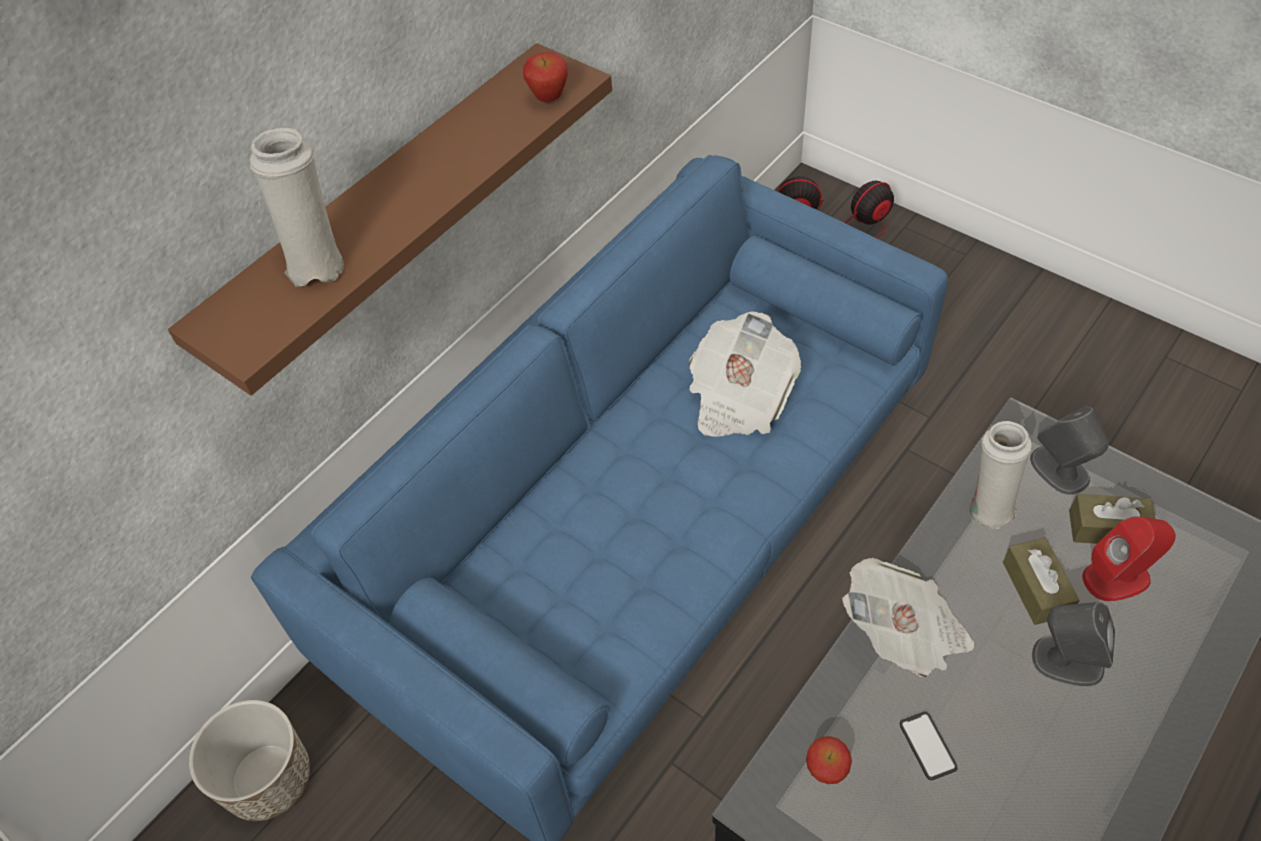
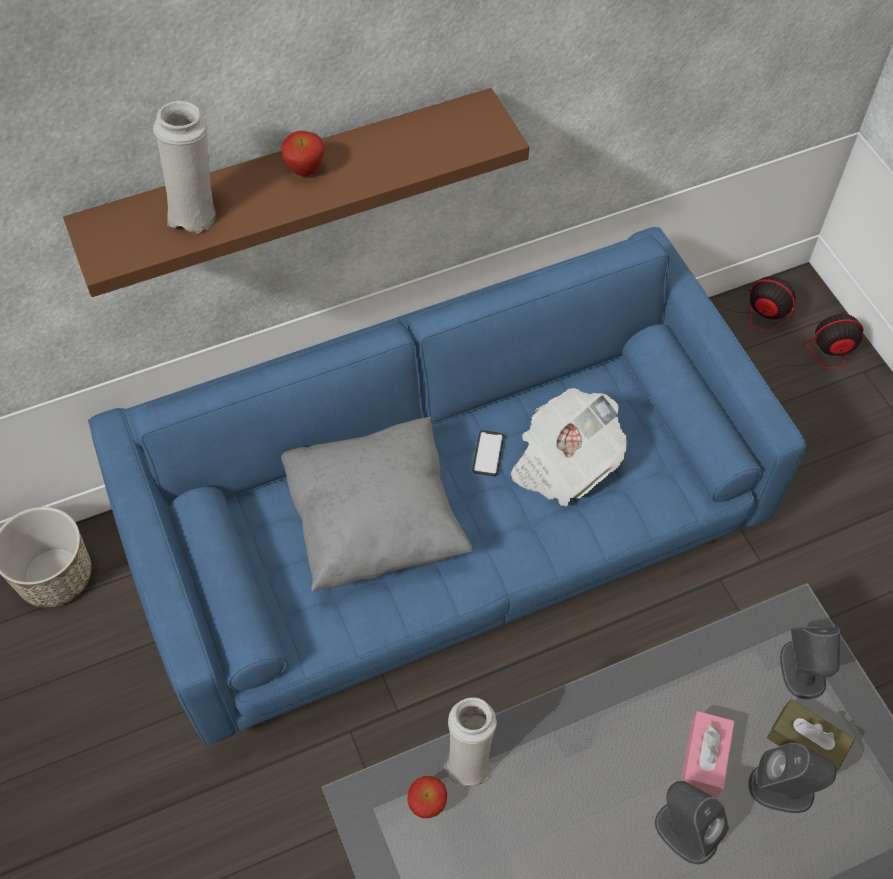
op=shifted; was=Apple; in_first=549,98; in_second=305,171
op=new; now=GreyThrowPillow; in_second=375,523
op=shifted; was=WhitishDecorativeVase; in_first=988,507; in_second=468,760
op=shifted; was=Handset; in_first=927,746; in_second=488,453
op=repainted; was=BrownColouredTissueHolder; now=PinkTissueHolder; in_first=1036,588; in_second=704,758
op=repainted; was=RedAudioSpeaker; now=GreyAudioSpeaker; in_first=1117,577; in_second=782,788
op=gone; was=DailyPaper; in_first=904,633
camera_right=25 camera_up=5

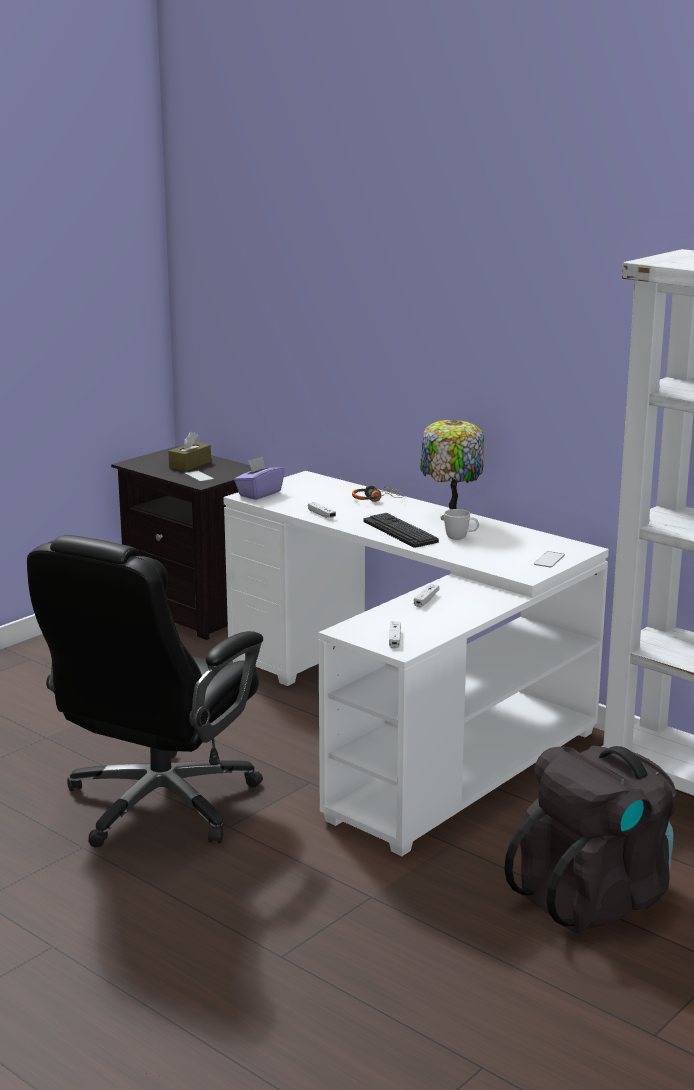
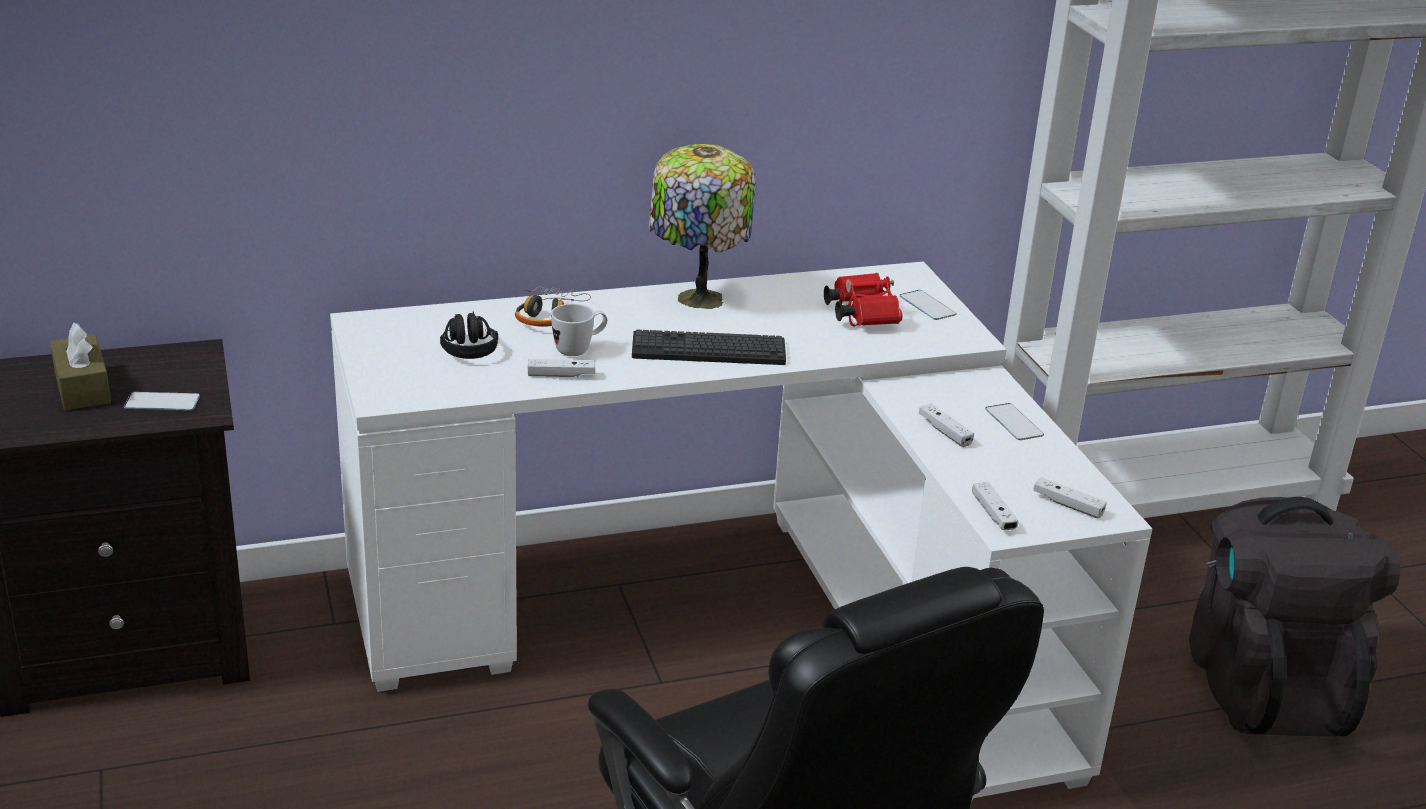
op=new; now=BlackishHeadphones; in_second=467,345
op=shifted; was=WhitishTeaMug; in_first=461,538; in_second=579,350
op=new; now=RedBinoculars; in_second=860,314
op=new; now=WhitishGamepad; in_second=993,514
op=new; now=Handset; in_second=1014,422
op=gone; was=PurpleColouredTissueHolder; in_first=259,494
camera_right=-60 camera_up=10

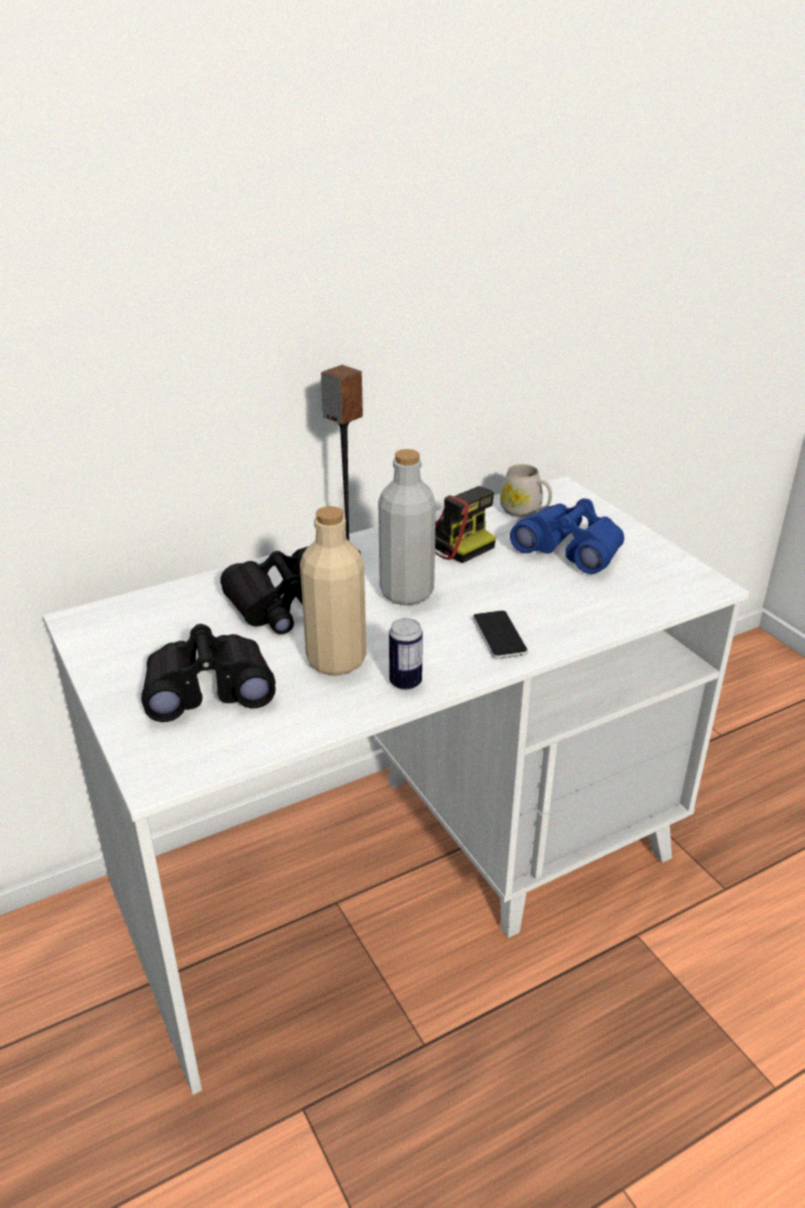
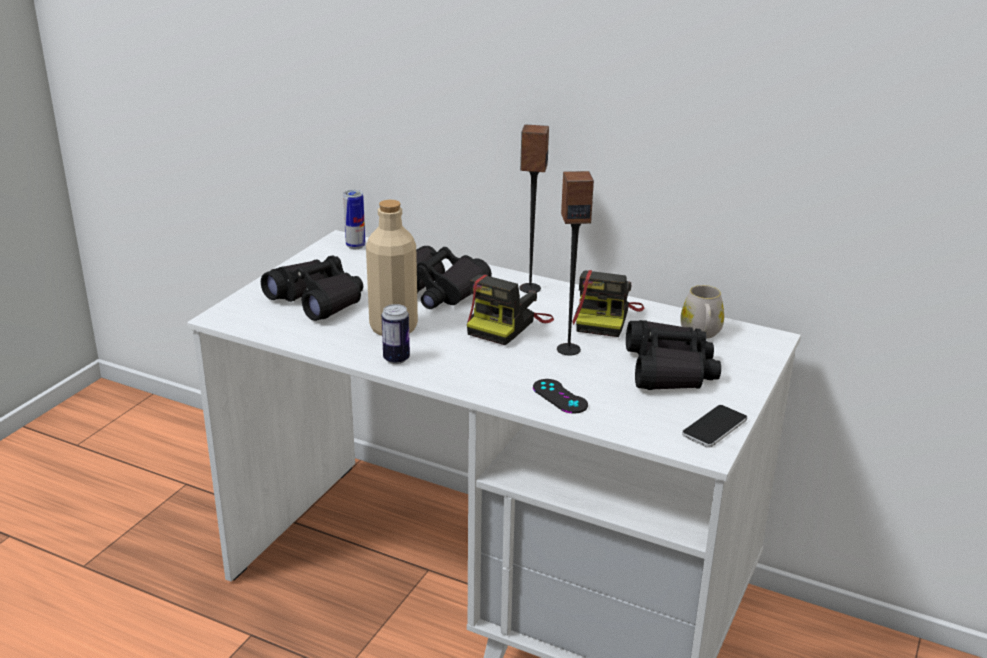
op=new; now=Can; in_second=355,246
op=swapped; was=GreyDrinkBottle; now=PhotoCamera; in_first=406,593; in_second=507,325
op=new; now=BlackishGamepad; in_second=560,396
op=new; now=AudioSpeaker; in_second=568,349
op=repainted; was=BluishBinoculars; now=BlackishBinoculars; in_first=570,549; in_second=669,369
op=shifted; was=Handset; in_first=499,636; in_second=714,427
camera_right=55 camera_up=-5

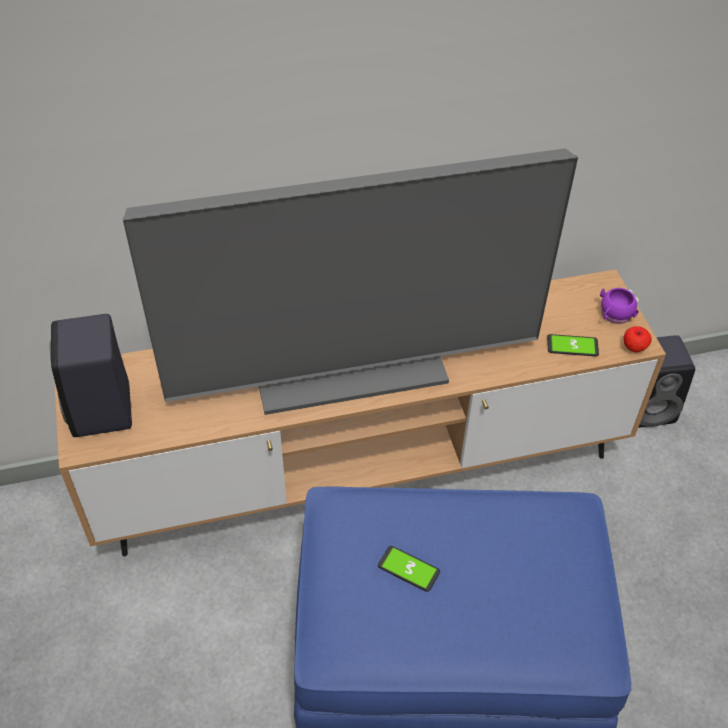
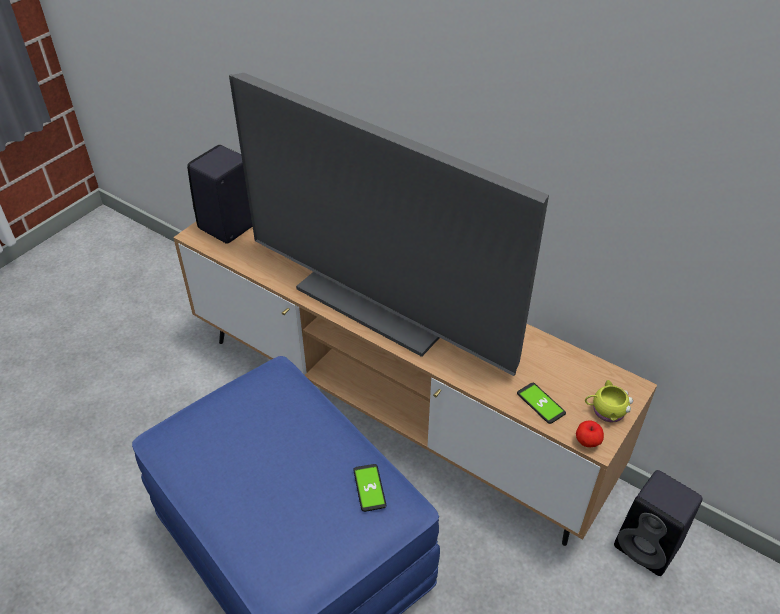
op=shifted; was=Handset; in_first=408,569; in_second=369,488
op=repainted; was=PurpleColouredTeaMug; now=YellowColouredTeaMug; in_first=614,315; in_second=605,410
camera_right=50 camera_up=-5

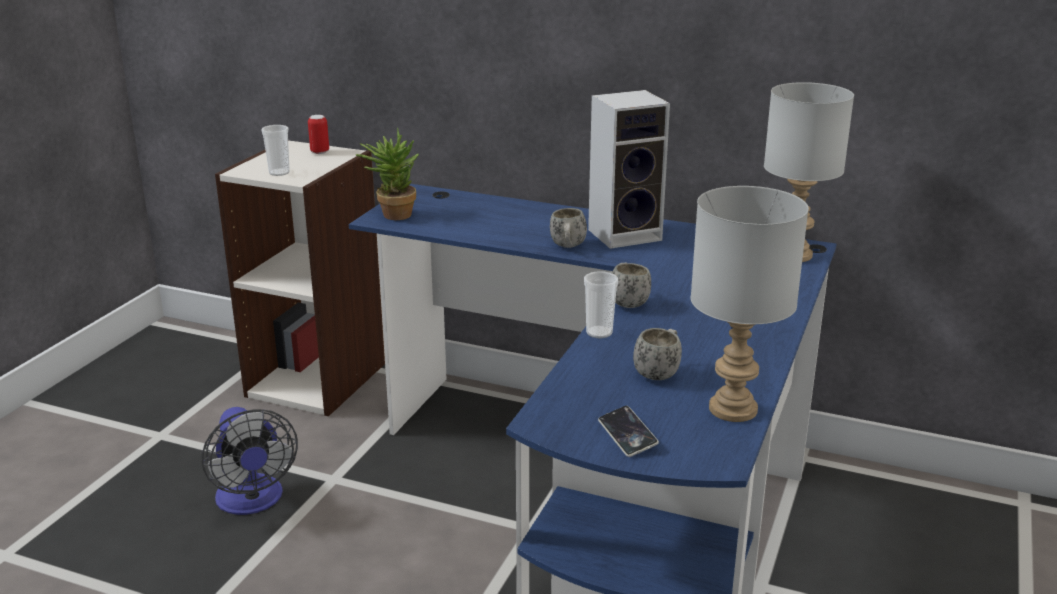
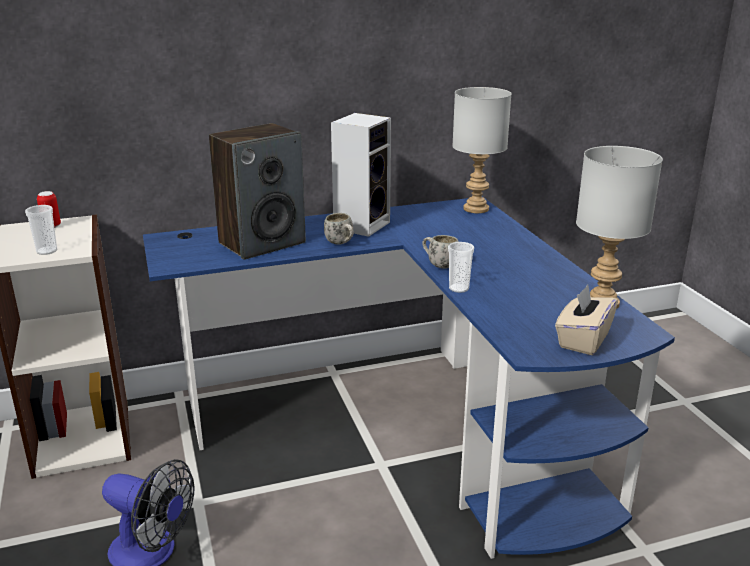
op=new; now=AudioSpeaker; in_second=262,243
op=swapped; was=Handset; now=SandColouredTissueHolder; in_first=627,435; in_second=583,340
op=gone; was=PottedPlant; in_first=392,214
op=gone; was=WhitishTeaMug; in_first=659,372
camera_right=-40 camera_up=0

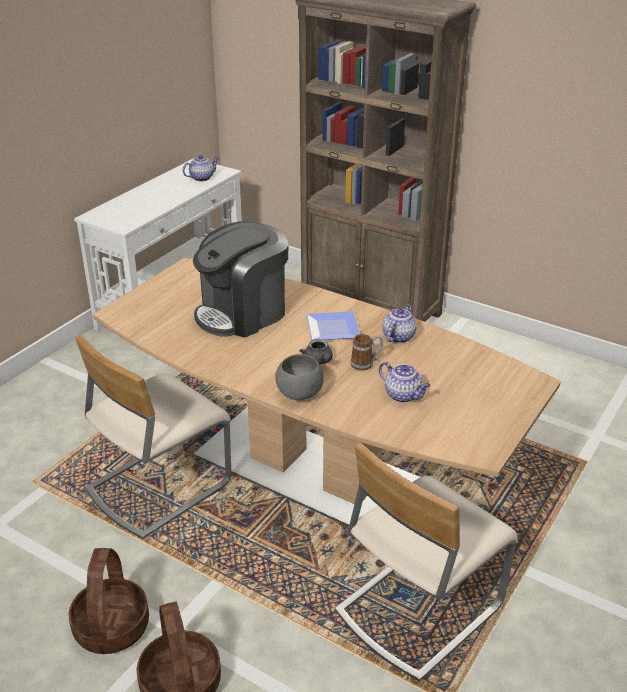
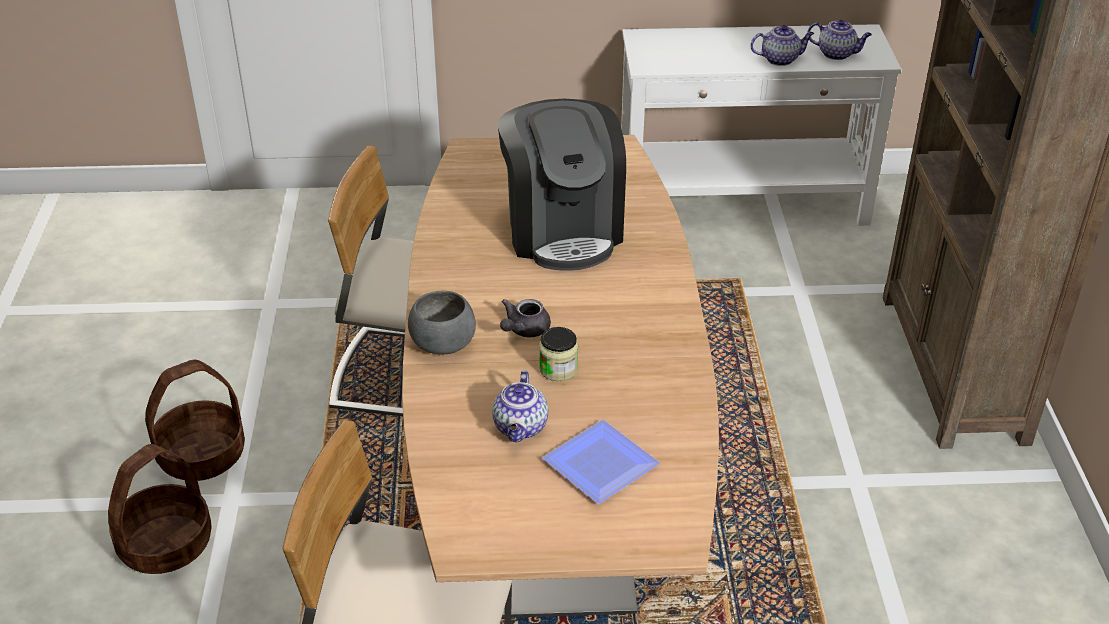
op=rotated; was=CoffeeMachine; in_first=242,313; in_second=563,230; clockwise=-120
op=swapped; was=TeaMug; now=PreserveJar; in_first=366,363; in_second=558,369
op=shifted; was=FlatDish; in_first=335,329; in_second=600,468
op=shifted; was=TeaPot; in_first=398,336; in_second=780,59
camera_right=55 camera_up=5

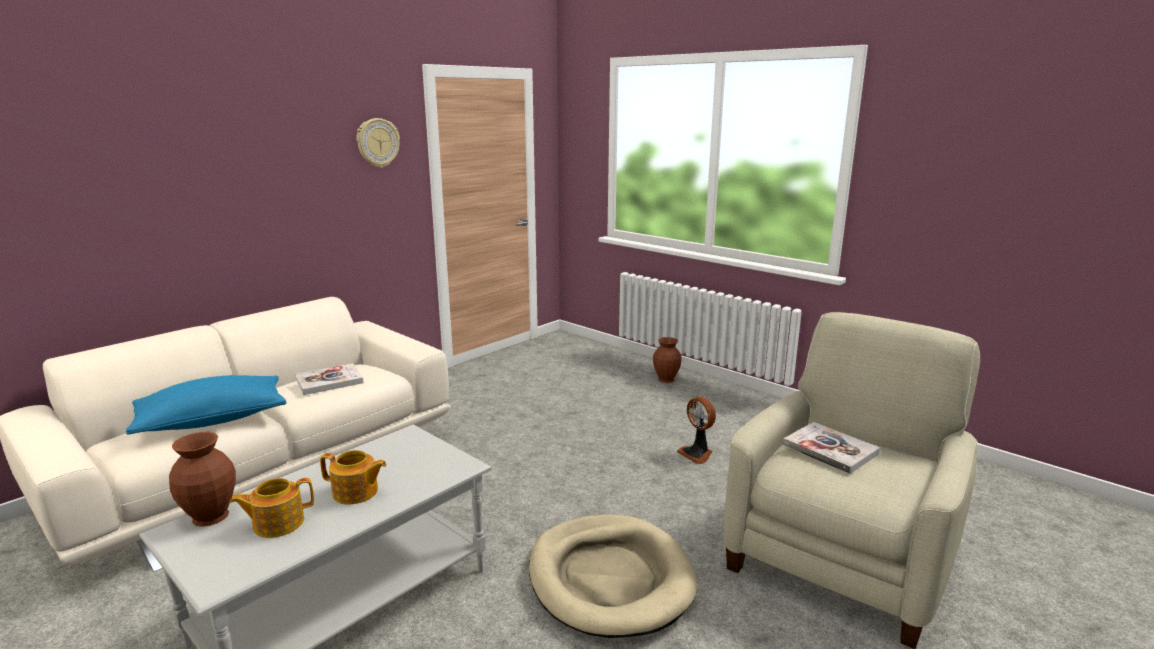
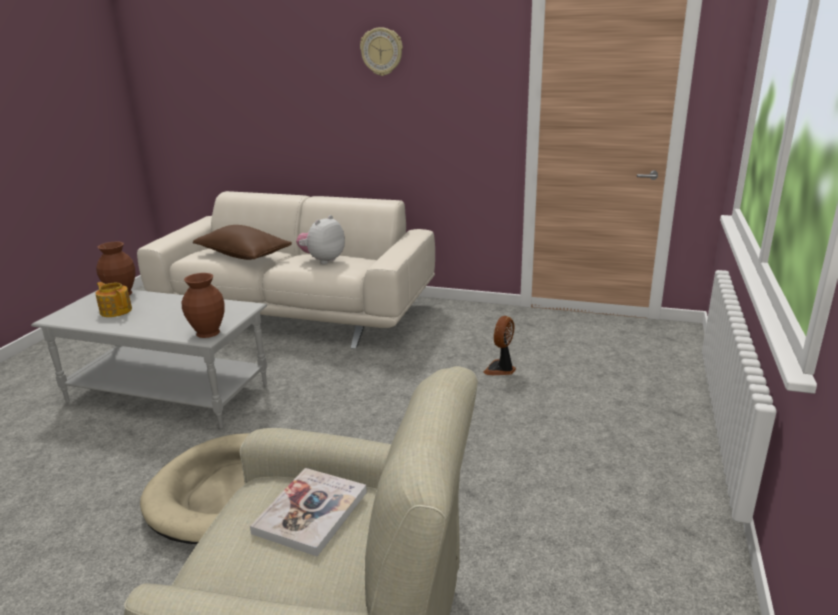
op=shifted; was=BrownColouredDecorativeVase; in_first=666,379; in_second=209,332
op=repainted; was=BluishThrowPillow; now=BrownColouredThrowPillow; in_first=213,420; in_second=243,256
op=swapped; was=Book; now=SoftToy; in_first=329,381; in_second=322,260
op=shifted; was=WallClock; in_first=377,143; in_second=382,51
op=shifted; was=ElectricFan; in_first=697,454; in_second=501,369
op=gone; was=TeaPot; in_first=356,492
camera_right=65 camera_up=5

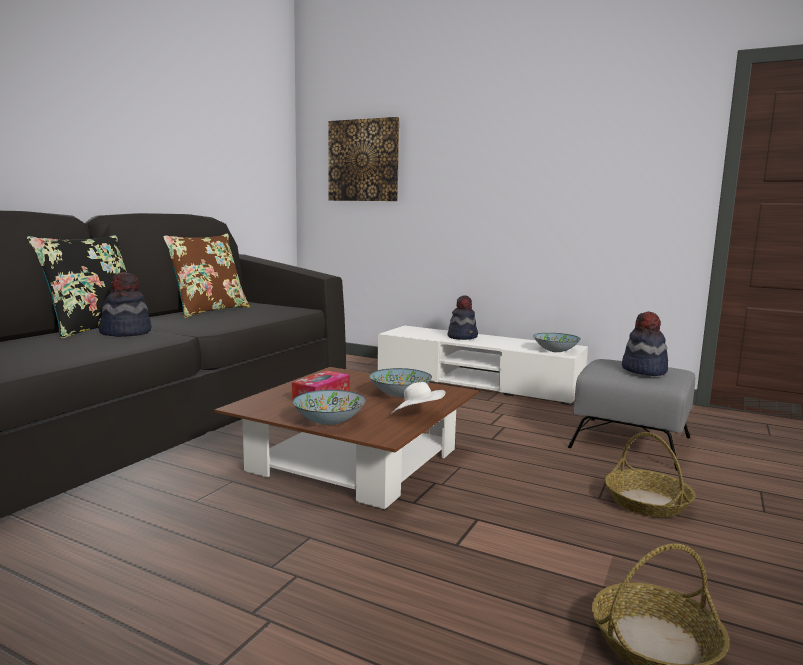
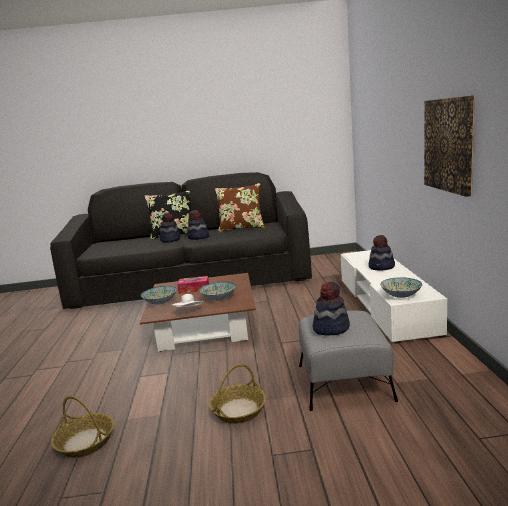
op=new; now=WearableHat; in_second=198,237
op=shifted; was=WallArt; in_first=363,160; in_second=449,145
camera_right=60 camera_up=5

